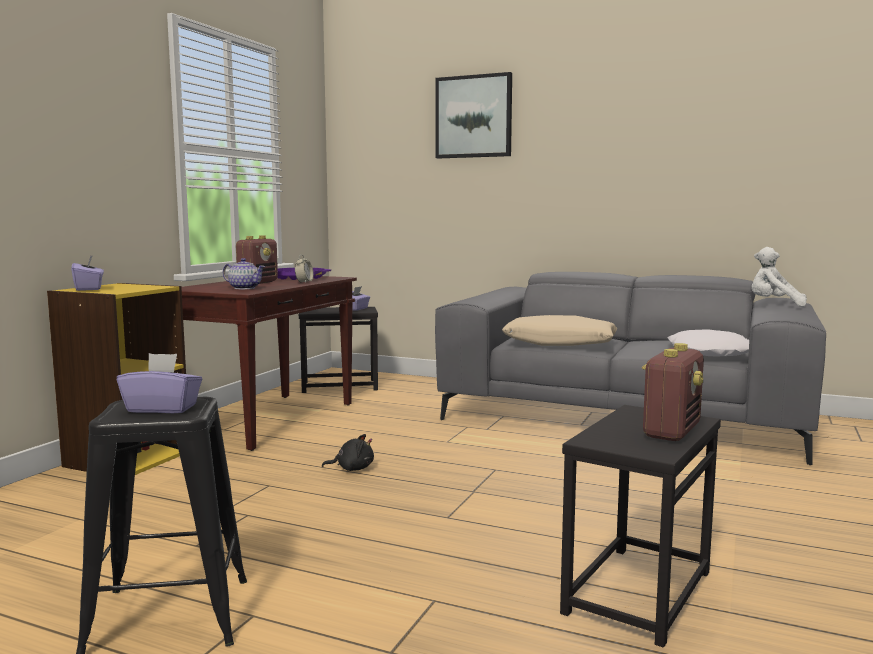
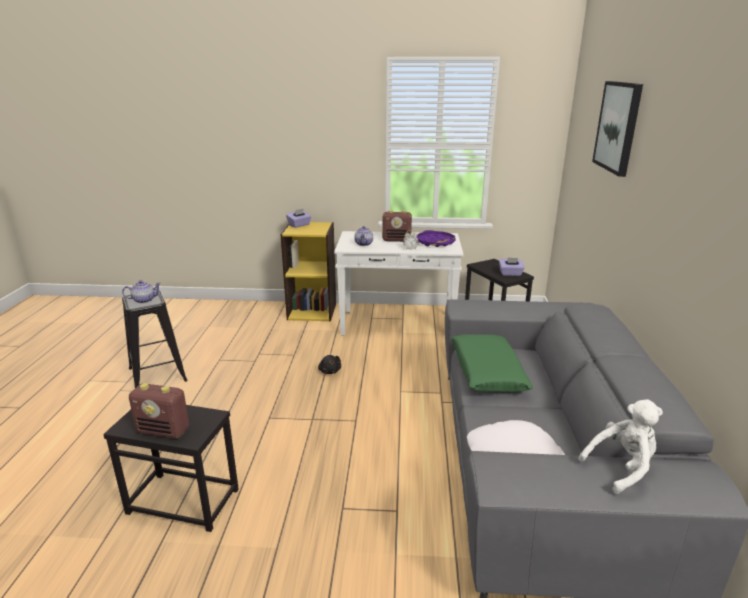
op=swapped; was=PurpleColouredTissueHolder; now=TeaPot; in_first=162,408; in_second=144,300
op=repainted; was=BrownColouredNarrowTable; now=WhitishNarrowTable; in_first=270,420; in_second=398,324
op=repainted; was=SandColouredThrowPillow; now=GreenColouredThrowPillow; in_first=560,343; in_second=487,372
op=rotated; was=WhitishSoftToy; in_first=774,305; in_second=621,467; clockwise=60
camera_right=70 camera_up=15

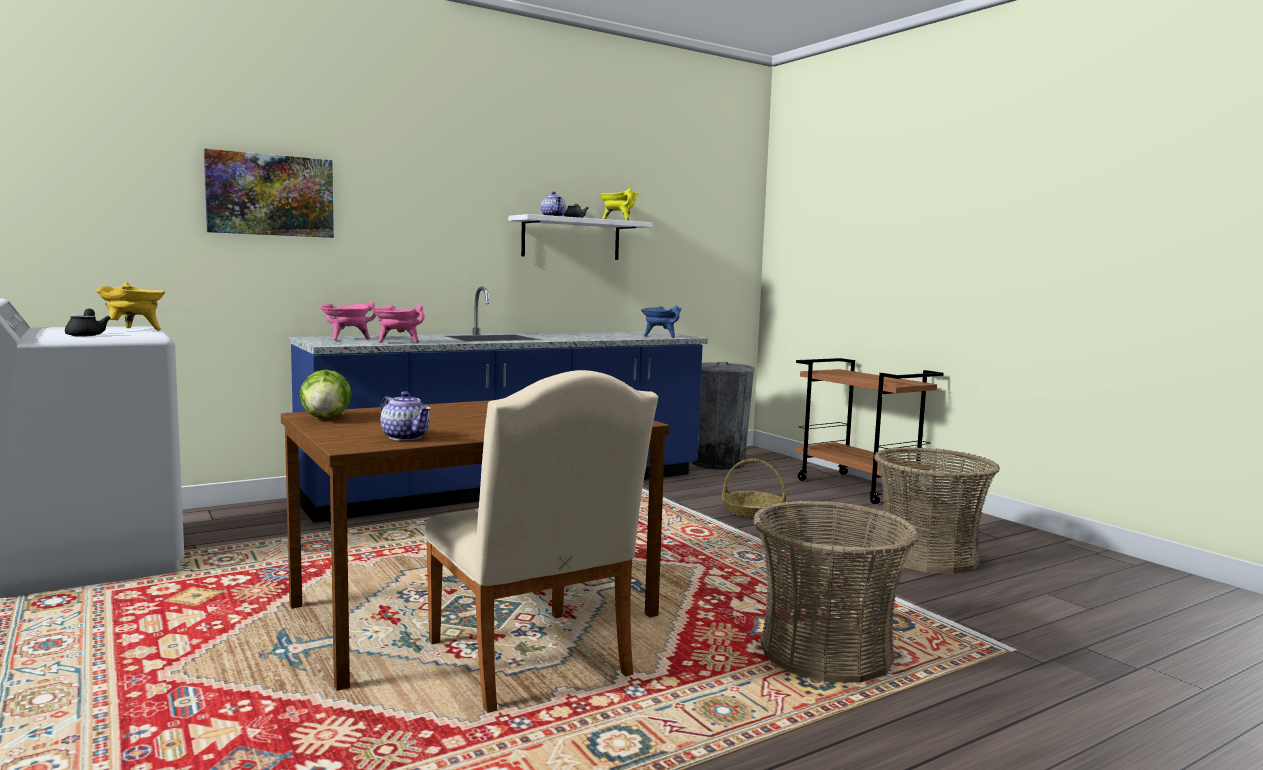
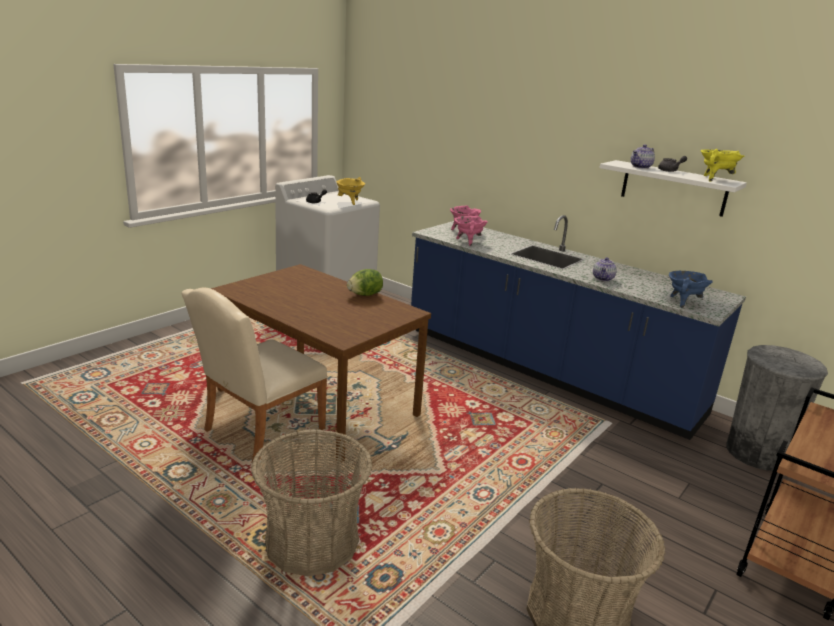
op=shifted; was=LettuceHead; in_first=326,418; in_second=365,295
op=shifted; was=TeaPot; in_first=406,437; in_second=603,278
op=gone; was=WallArt; in_first=270,195
op=gone; was=Basket; in_first=753,512
camera_right=70 camera_up=15

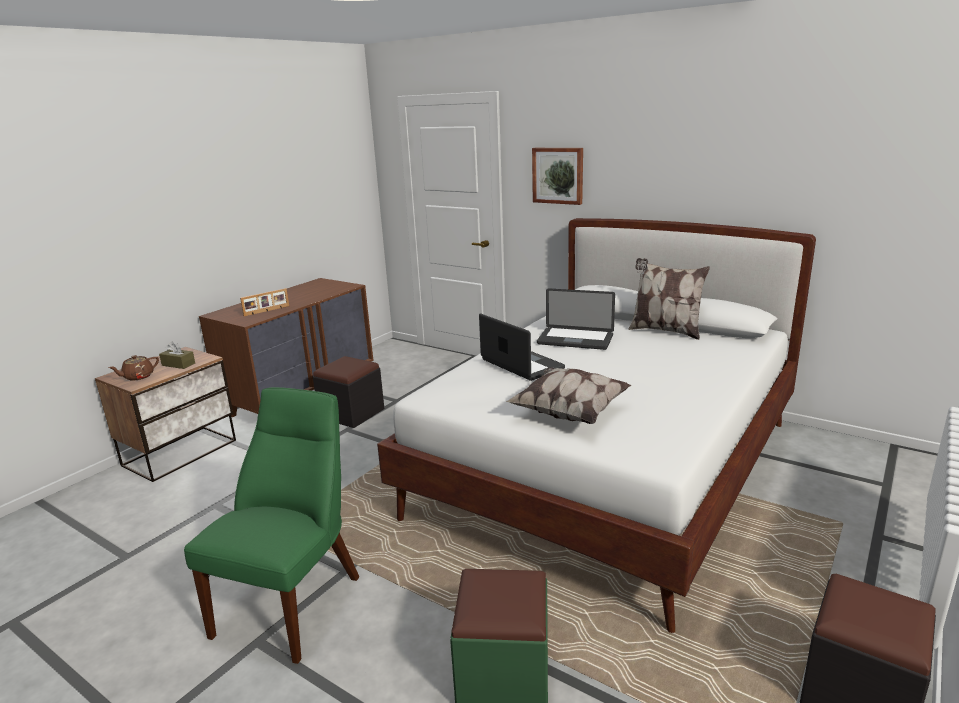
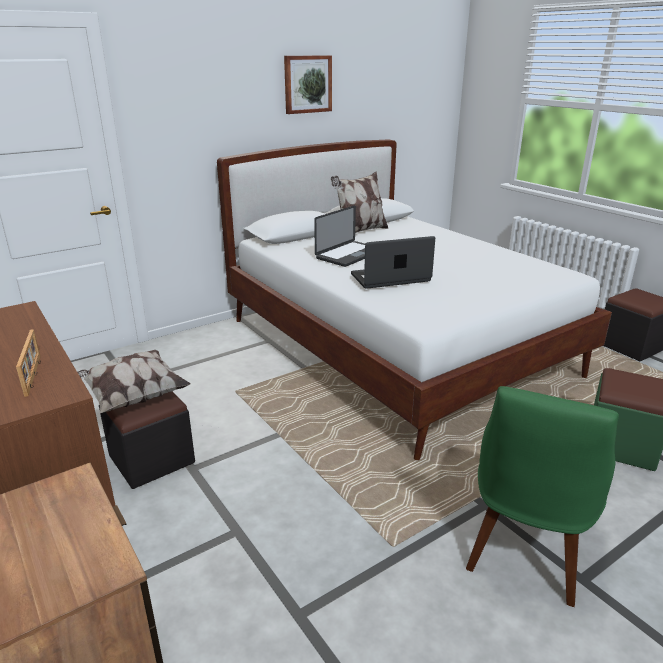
op=shifted; was=ThrowPillow; in_first=569,413; in_second=133,396
op=shifted; was=WallArt; in_first=558,175; in_second=307,84
op=rotated; was=GreenColouredChair; in_first=293,601; in_second=526,547; clockwise=-105
op=gone; was=BrownColouredTeaPot; in_first=138,377
op=gone; was=BrownColouredTissueHolder; in_first=178,364
camera_right=-70 camera_up=5

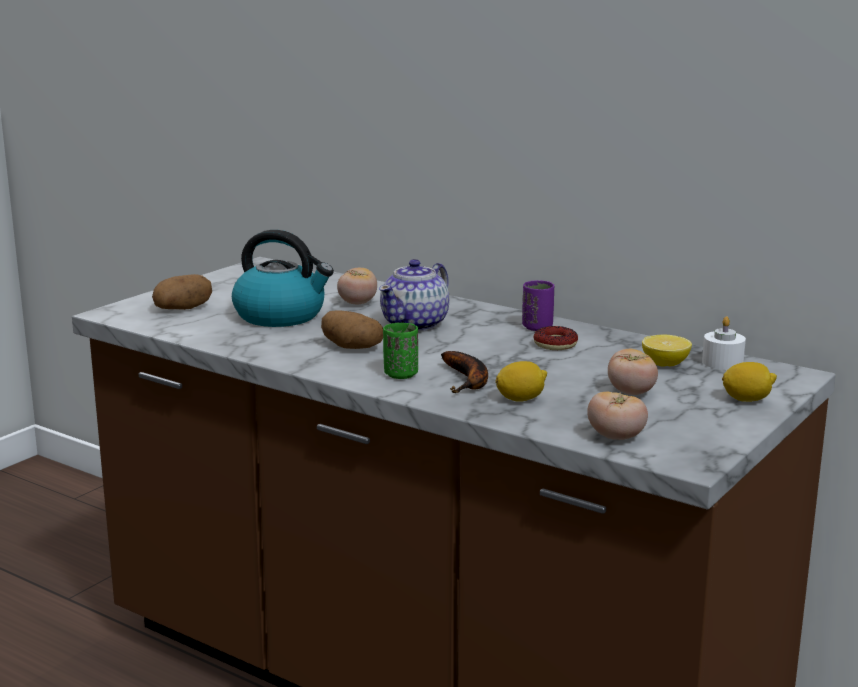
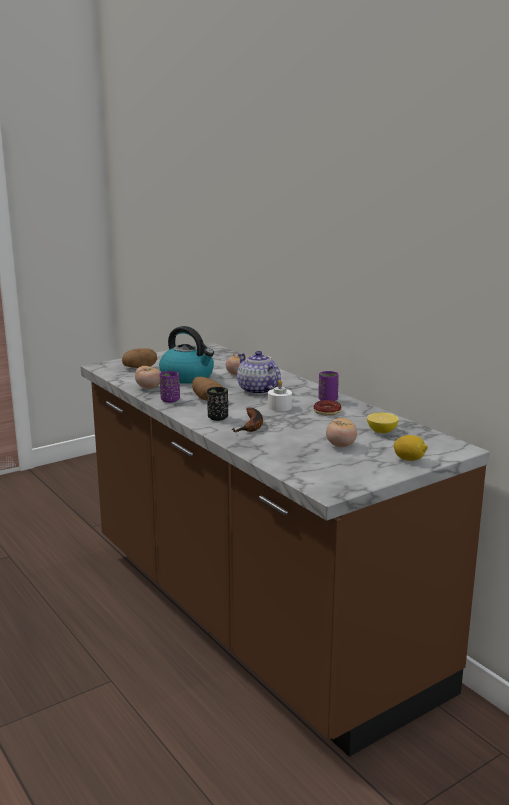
op=shifted; was=FreshTomato; in_first=616,437; in_second=148,388
op=new; now=PurpleColouredSmallCup; in_second=170,400
op=repainted; was=GreenColouredSmallCup; now=BlackishSmallCup; in_first=400,374; in_second=218,418
op=rotated; was=TeaPot; in_first=416,324; in_second=258,390; clockwise=90
op=shifted; was=WhitishCandle; in_first=722,362; in_second=279,407
op=gone; was=CitrusFruit; in_first=521,399
camera_right=20 camera_up=0

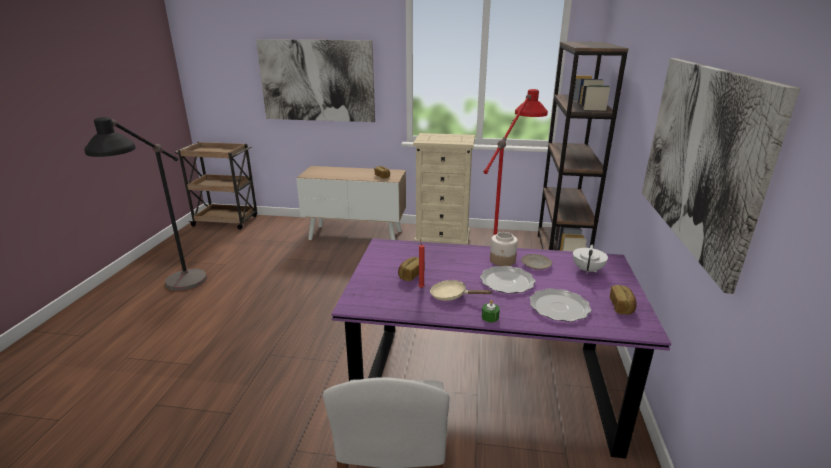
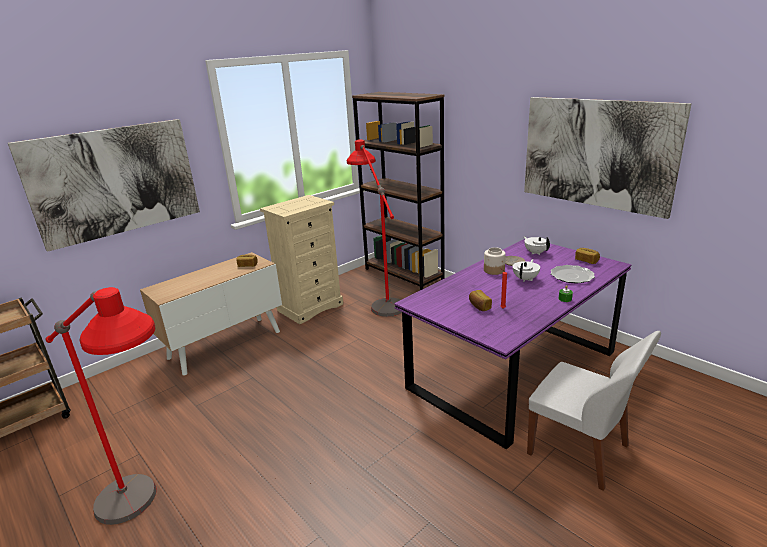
op=repainted; was=BlackishFloorLamp; now=RedFloorLamp; in_first=175,295; in_second=148,518
op=swapped; was=FlatDish; now=WhitishTeaPot; in_first=507,282; in_second=525,279
op=gone; was=SandColouredPan; in_first=452,296
camera_right=-50 camera_up=0

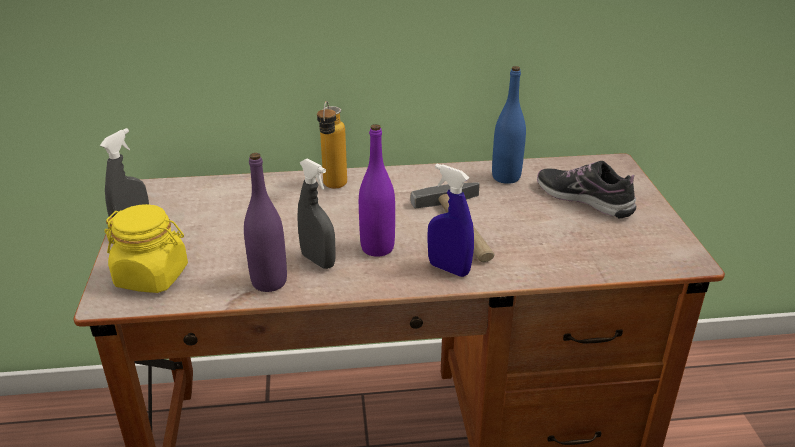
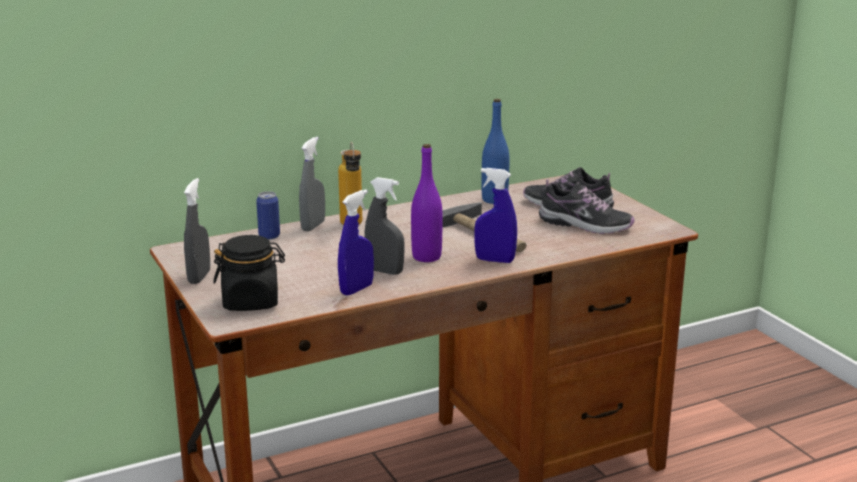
op=repainted; was=YellowColouredPreserveJar; now=BlackishPreserveJar; in_first=152,276; in_second=251,301
op=new; now=Can; in_second=269,236
op=new; now=GreySprayBottle; in_second=313,226
op=swapped; was=PurpleColouredDrinkBottle; now=BluishSprayBottle; in_first=269,282; in_second=356,289
op=new; now=Shoe; in_second=585,225
camera_right=-20 camera_up=-10

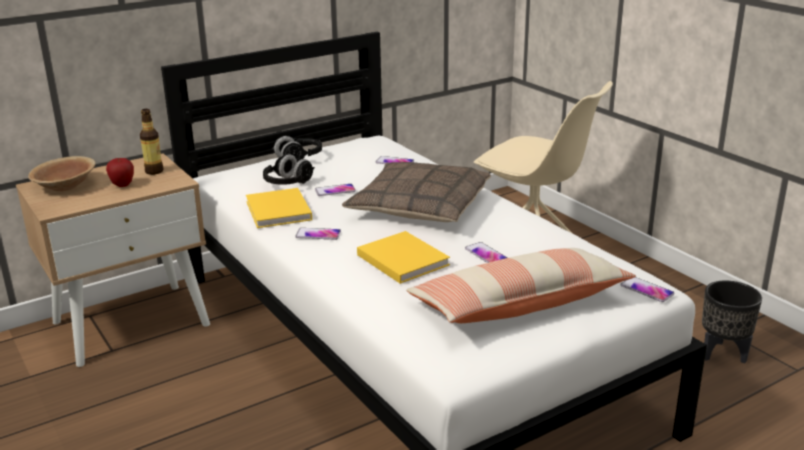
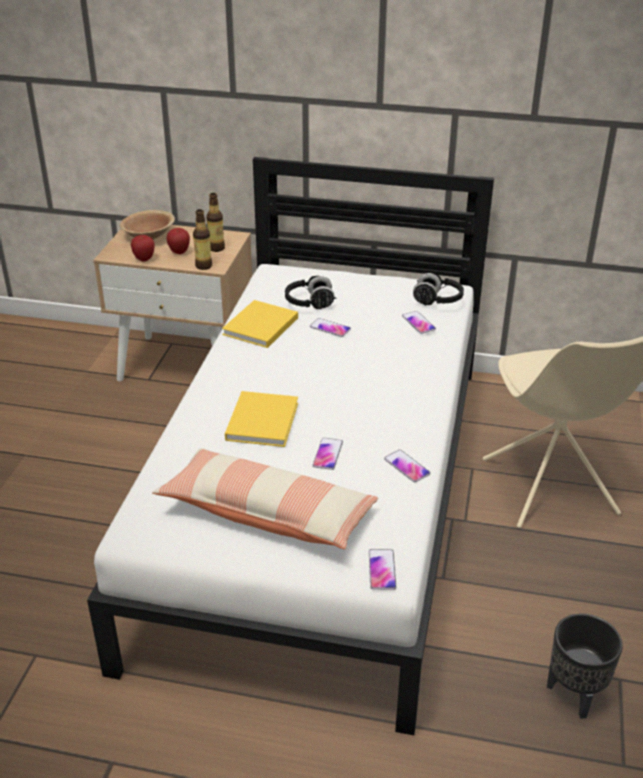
op=new; now=Apple; in_second=144,259
op=new; now=DrinkBottle; in_second=203,266
op=shifted; was=Handset; in_first=318,234; in_second=407,467
op=shifted; was=BlackishHeadphones; in_first=299,159; in_second=437,301
op=gone; was=ThrowPillow; in_first=419,206
camera_right=45 camera_up=10

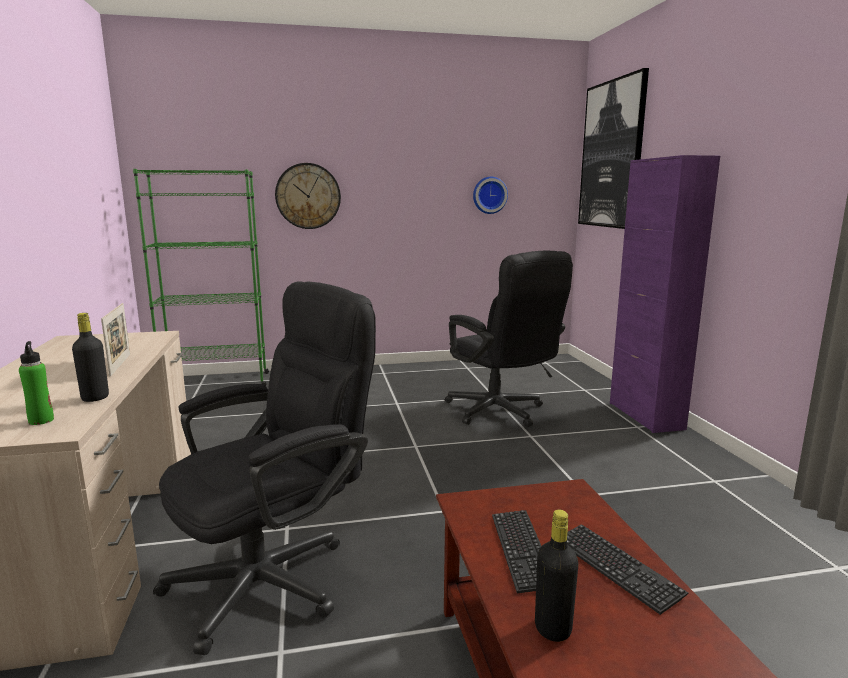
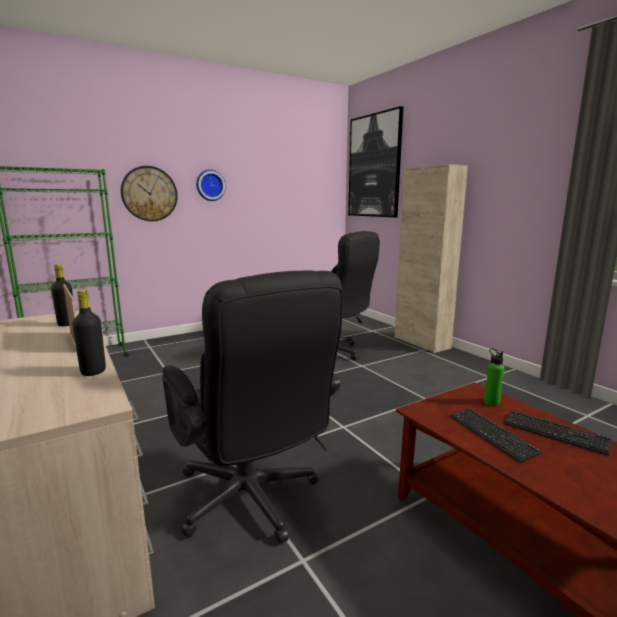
op=shifted; was=BlackishDrinkBottle; in_first=553,629; in_second=66,324
op=rotated; was=BlackishComputerChair; in_first=275,576; in_second=253,502; clockwise=120
op=shifted; was=WallClock; in_first=489,195; in_second=210,185
op=repainted; was=PurpleColouredStorageCabinet; now=SandColouredStorageCabinet; in_first=645,416; in_second=421,343
op=shifted; was=GreenColouredDrinkBottle; in_first=41,420; in_second=491,402
camera_right=-20 camera_up=0

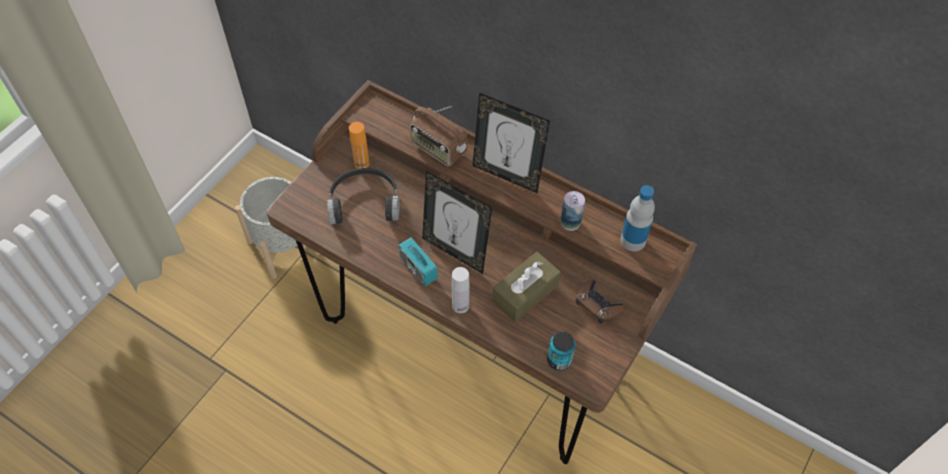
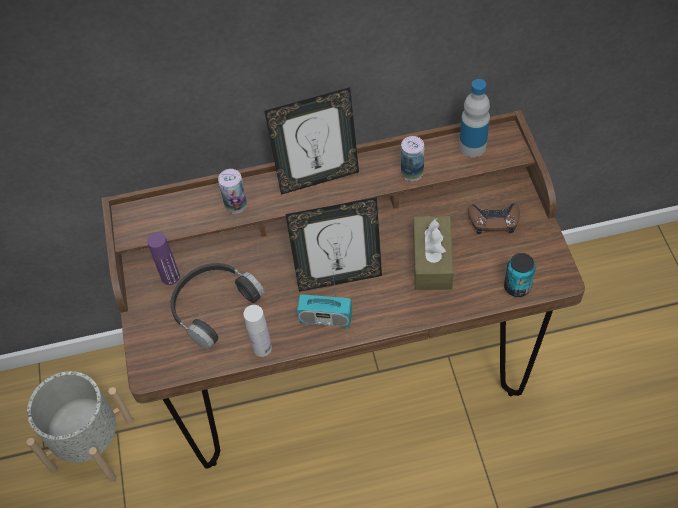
op=repainted; was=OrangeColouredDrinkBottle; now=PurpleColouredDrinkBottle; in_first=361,163; in_second=170,277
op=swapped; was=RadioSet; now=Can; in_first=438,149; in_second=236,205
op=shifted; was=WhitishDrinkBottle; in_first=460,305; in_second=262,348
camera_right=-40 camera_up=0

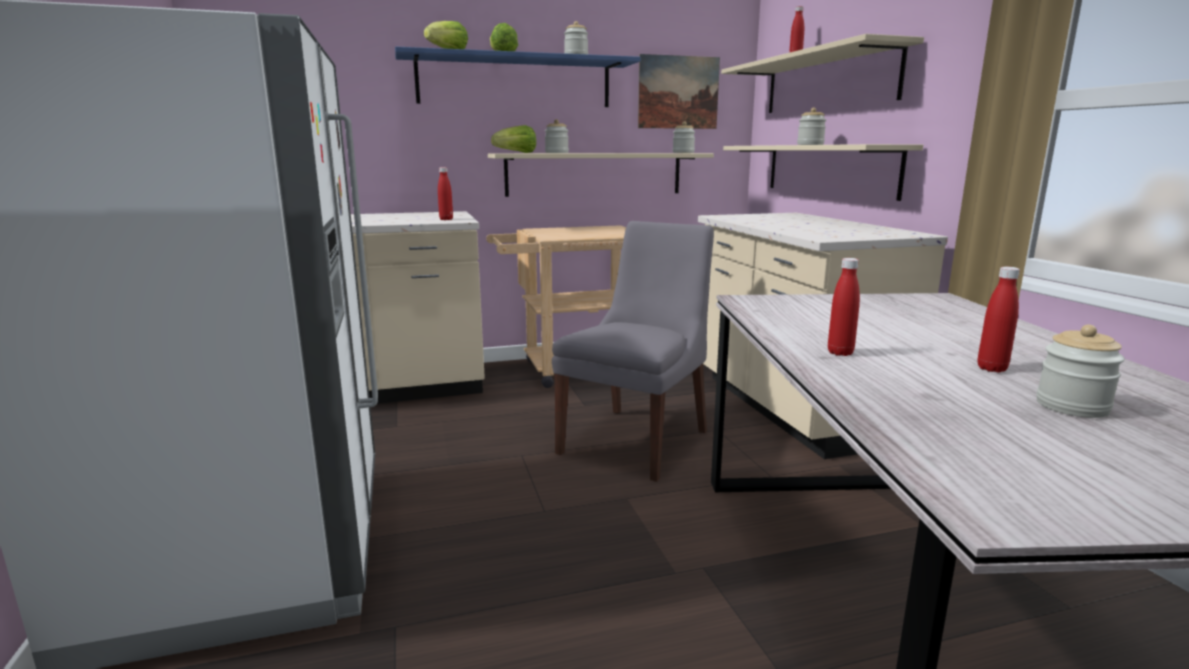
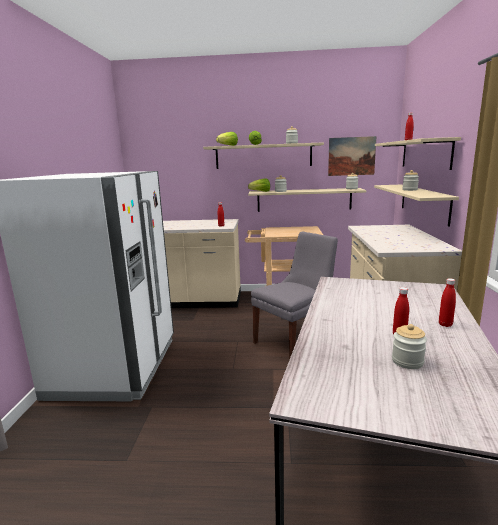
op=repainted; was=BluishBracketShelf; now=SandColouredBracketShelf; in_first=515,82; in_second=263,156
op=shifted; was=RedDrinkBottle; in_first=840,353; in_second=445,324
camera_right=20 camera_up=0

